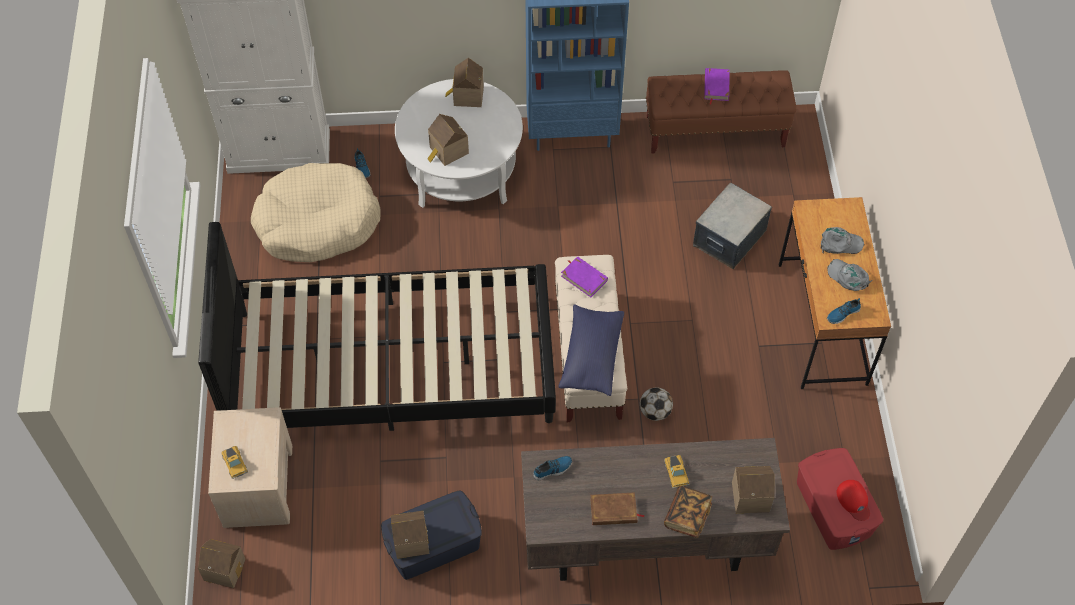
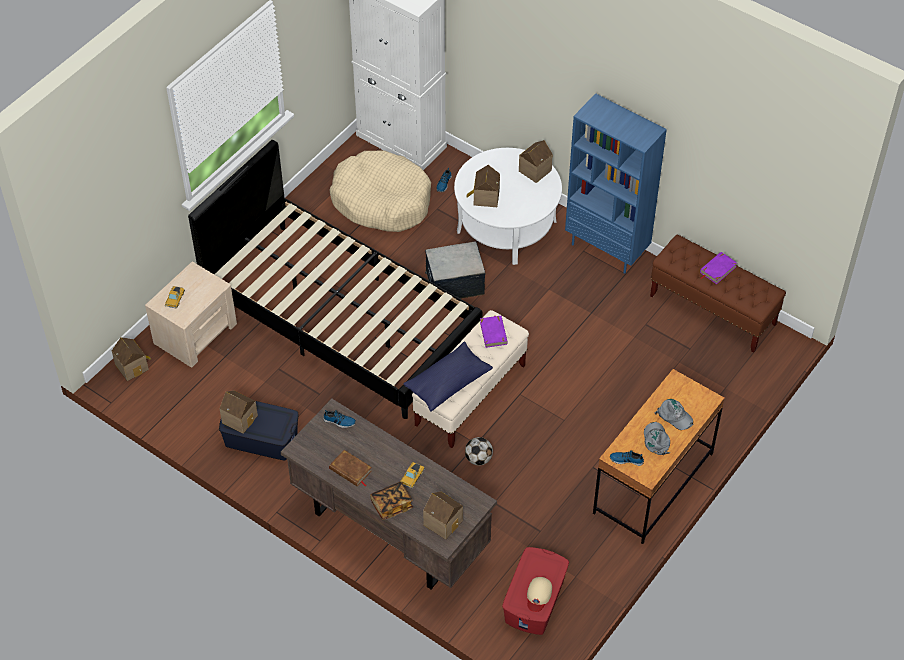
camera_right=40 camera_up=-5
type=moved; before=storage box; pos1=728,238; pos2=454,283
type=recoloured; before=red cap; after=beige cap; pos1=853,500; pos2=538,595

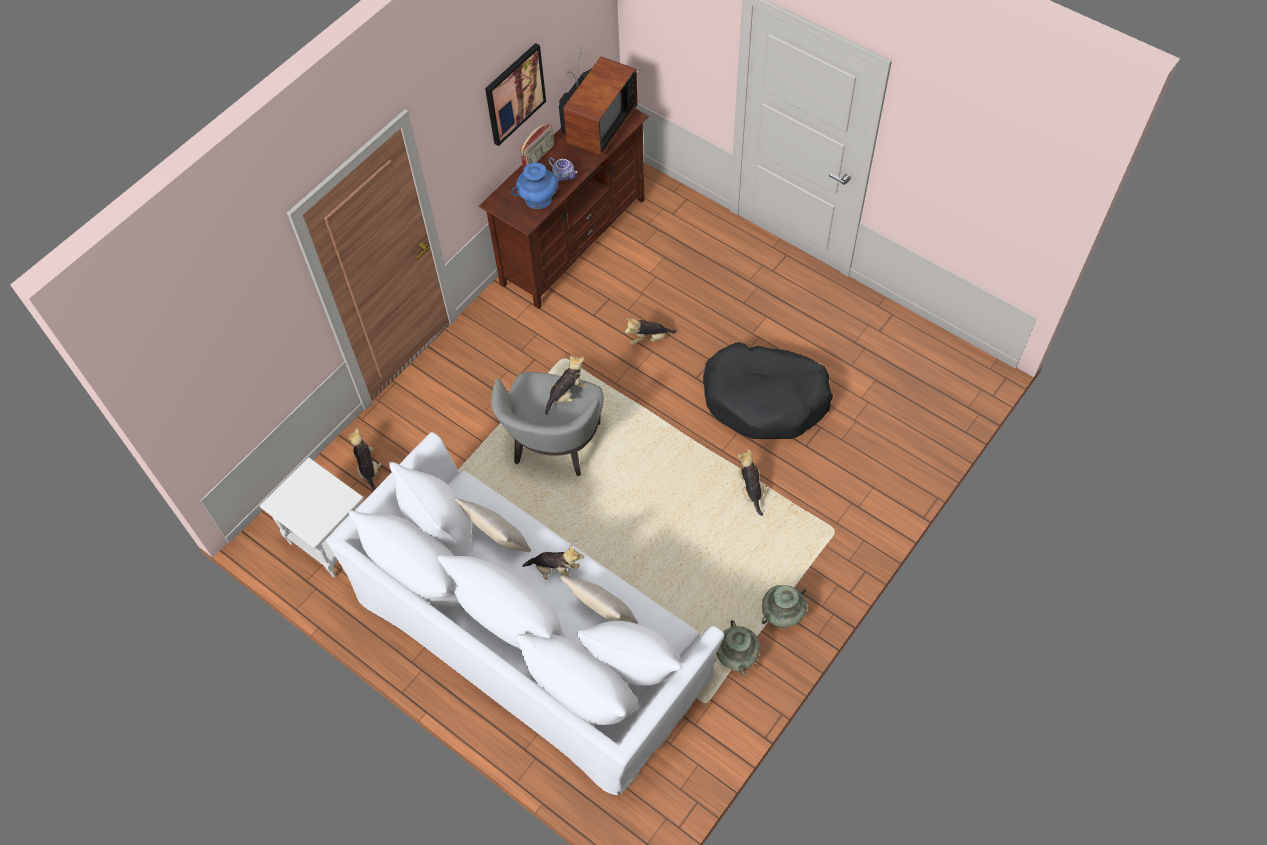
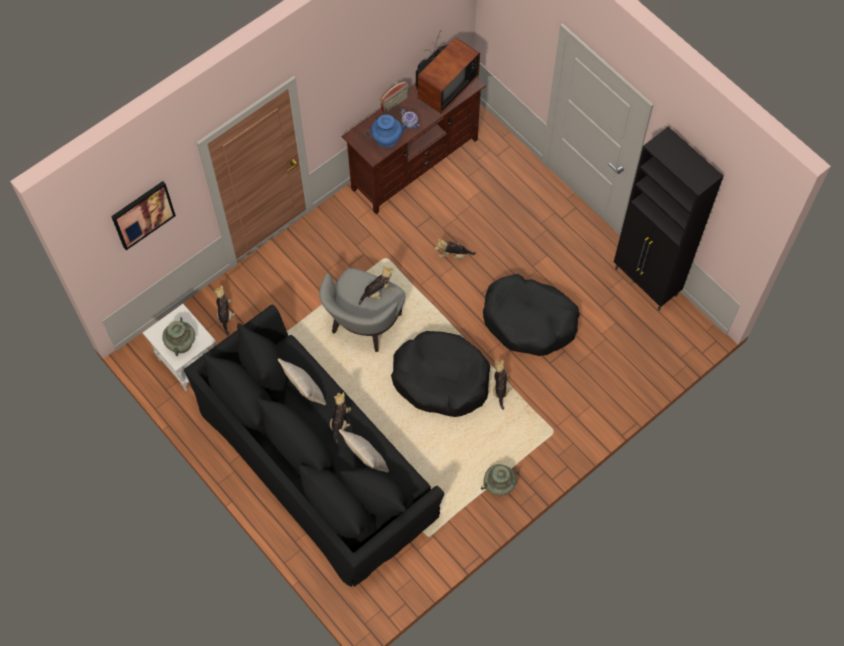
camera_right=10 camera_up=5
type=recoloured; before=white sofa; after=black sofa; pos1=531,631; pos2=317,459
type=moved; before=picture; pos1=514,94; pos2=142,214
type=turned; before=plush toy; pos1=555,570; pos2=340,422; turn=-105
type=moved; before=turquoise vase; pos1=736,656; pos2=181,343
type=added; after=black dog bed; pos2=441,379
type=added; after=black cabinet; pos2=646,283

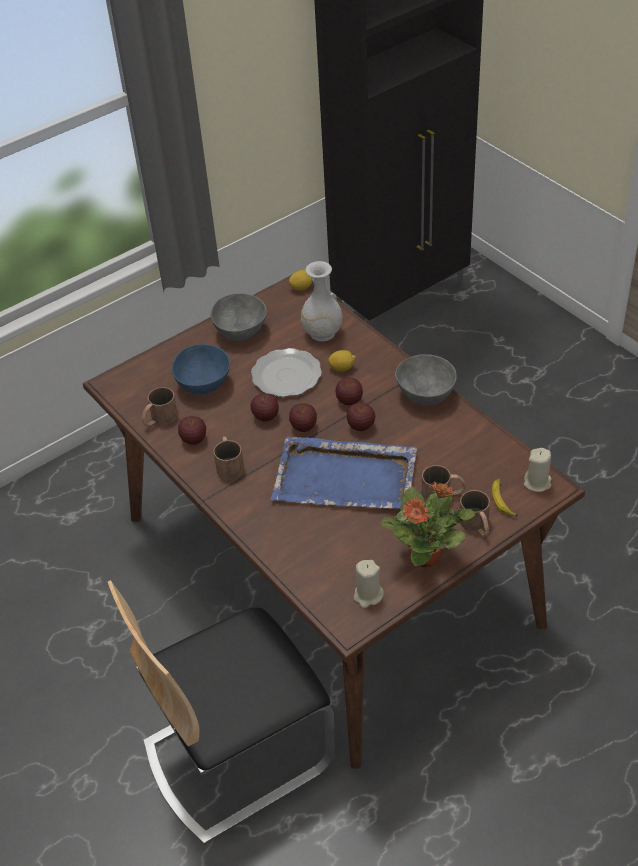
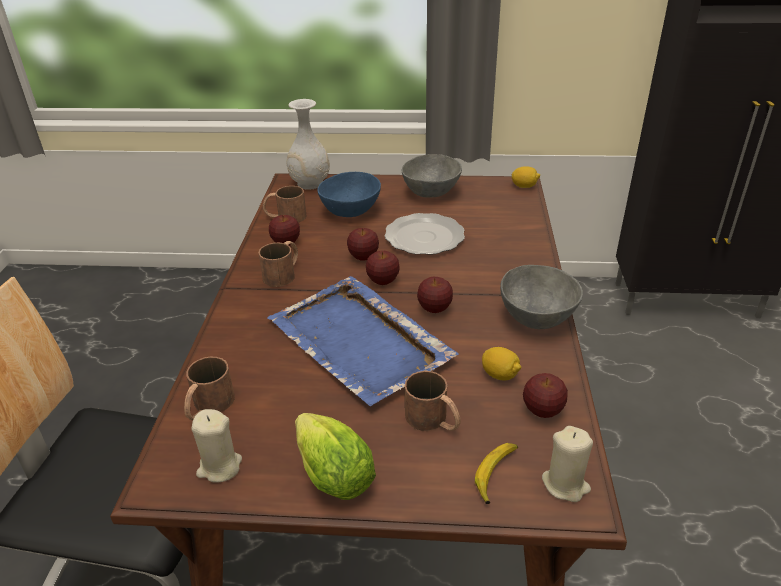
camera_right=40 camera_up=-10
type=moved; before=white vase; pos1=322,333; pos2=310,183
type=moved; before=lemon; pos1=342,368; pos2=500,375
type=moved; before=apple; pos1=349,401; pos2=543,410
type=replaced; before=potted plant; after=lettuce; pos1=426,556; pos2=330,472
type=moved; before=brown mug; pos1=477,525; pos2=208,406

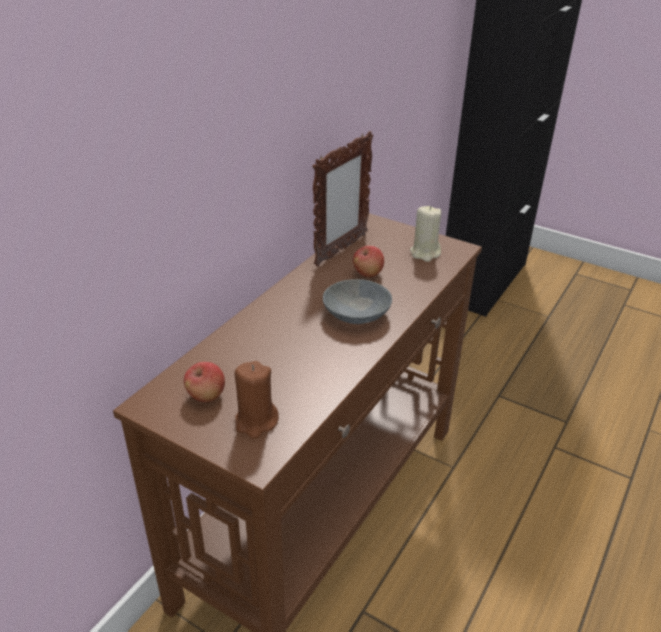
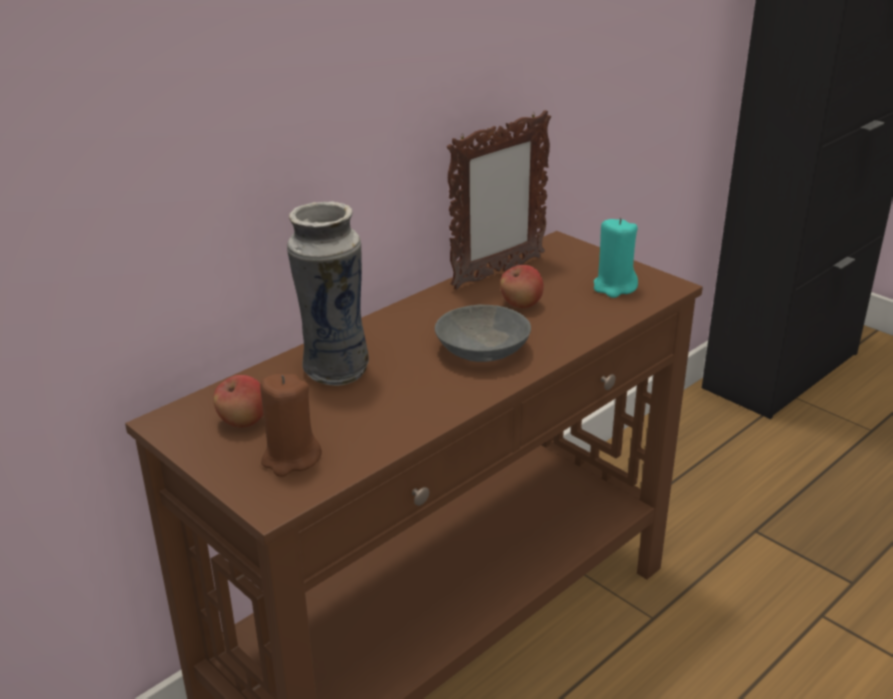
camera_right=15 camera_up=-5
type=recoloured; before=beige candle; after=turquoise candle; pos1=425,253; pos2=614,287
type=added; after=vase; pos2=334,370

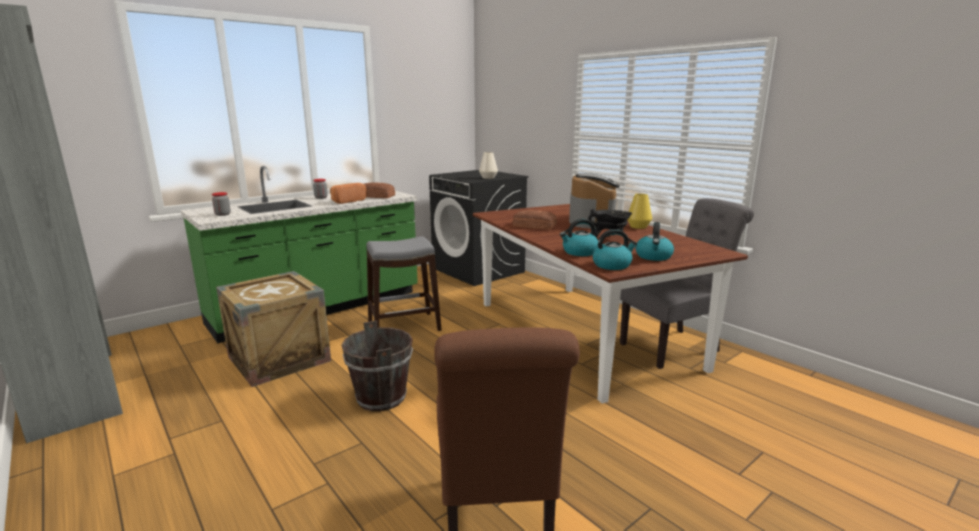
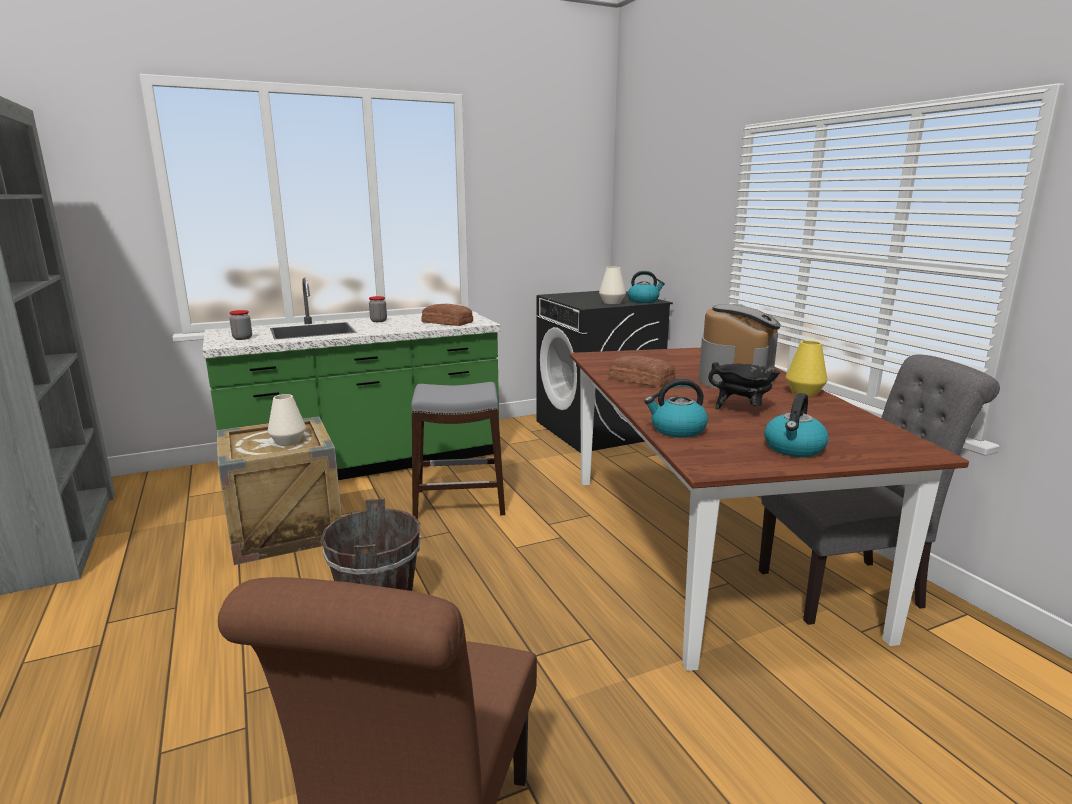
camera_right=15 camera_up=0
type=removed; before=bread; pos1=347,201
type=moved; before=kettle; pos1=612,265; pos2=643,301
type=added; after=white vase; pos2=288,441

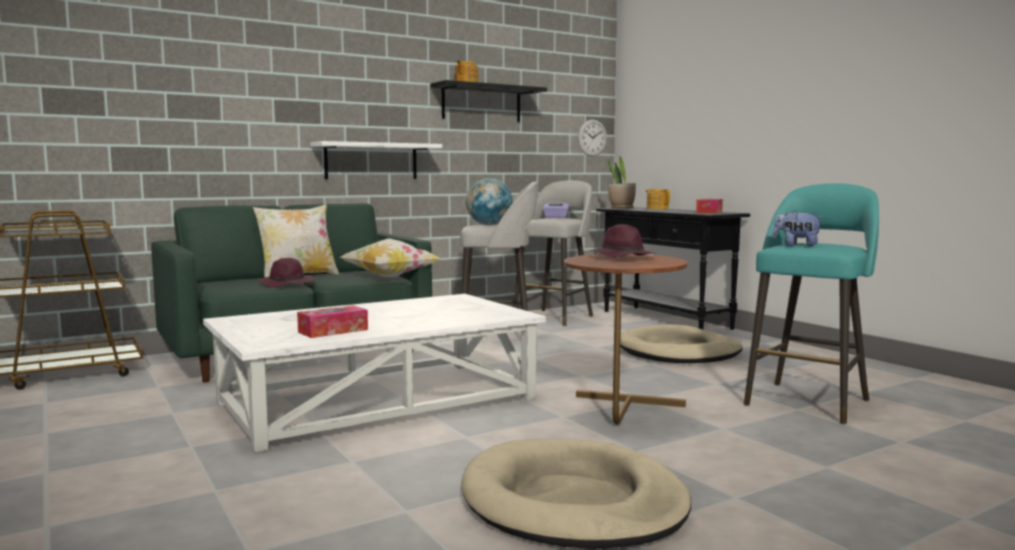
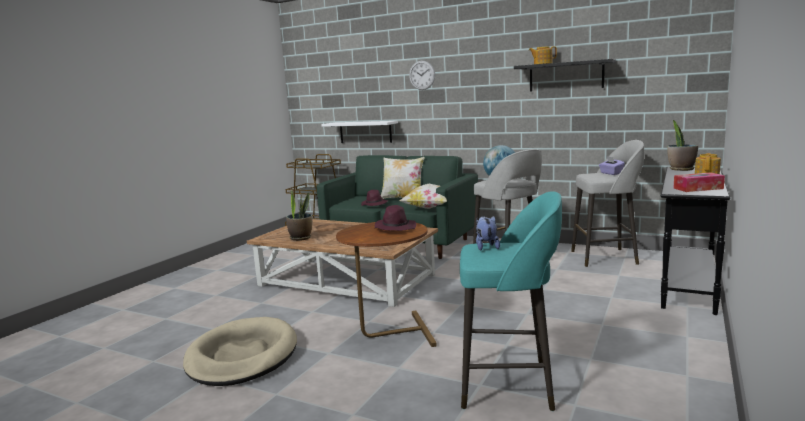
camera_right=60 camera_up=5
type=recoloured; before=white coffee table; after=brown coffee table; pos1=379,400; pos2=348,280
type=replaced; before=tissue box; after=potted plant; pos1=333,331; pos2=301,238
type=moved; before=white shelf; pos1=371,161; pos2=365,132
type=moved; before=wall clock; pos1=592,138; pos2=422,75
type=removed; before=beige dog bed; pos1=678,351

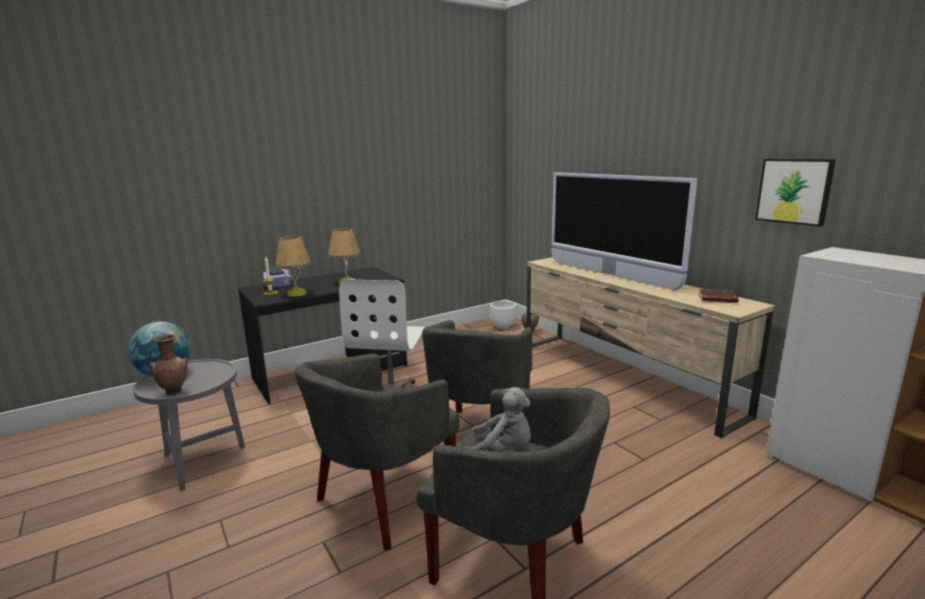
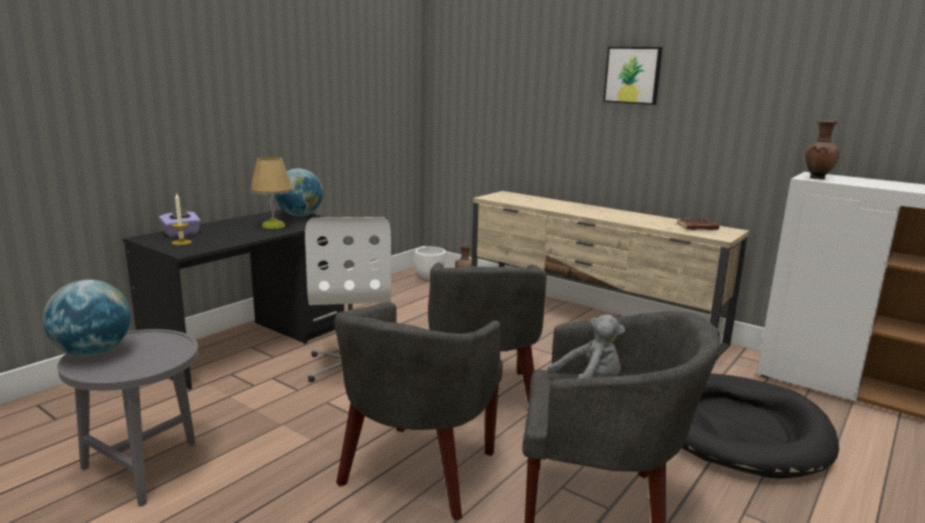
camera_right=-20 camera_up=0
type=moved; before=brown vase; pos1=175,392; pos2=816,178
type=removed; before=table lamp; pos1=297,293
type=removed; before=television; pos1=610,274
type=moved; before=picture; pos1=794,191; pos2=633,75
type=added; after=globe; pos2=300,215
type=added; after=black dog bed; pos2=739,429

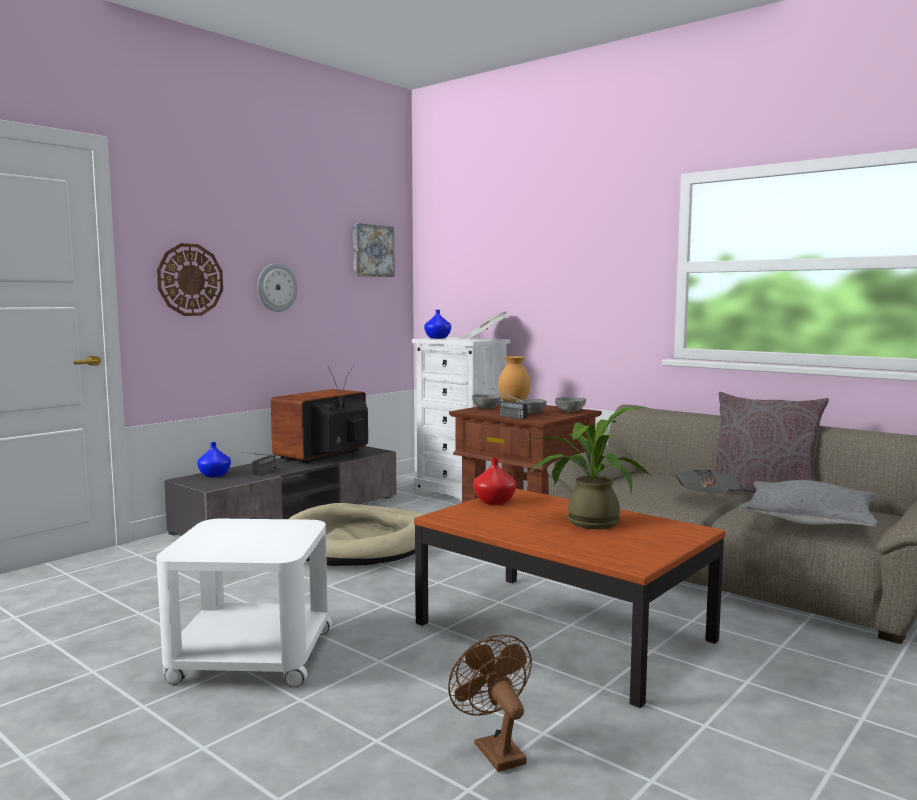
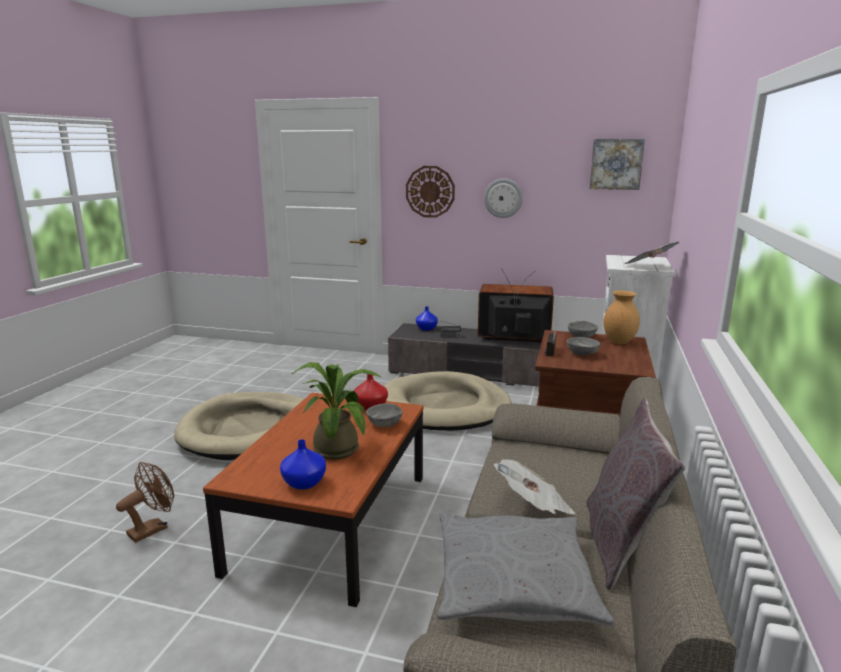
camera_right=65 camera_up=10
type=replaced; before=white side table; after=beige dog bed; pos1=250,655; pos2=248,430
type=moved; before=blue vase; pos1=438,338; pos2=303,483
type=moved; before=grey bowl; pos1=570,411; pos2=384,424

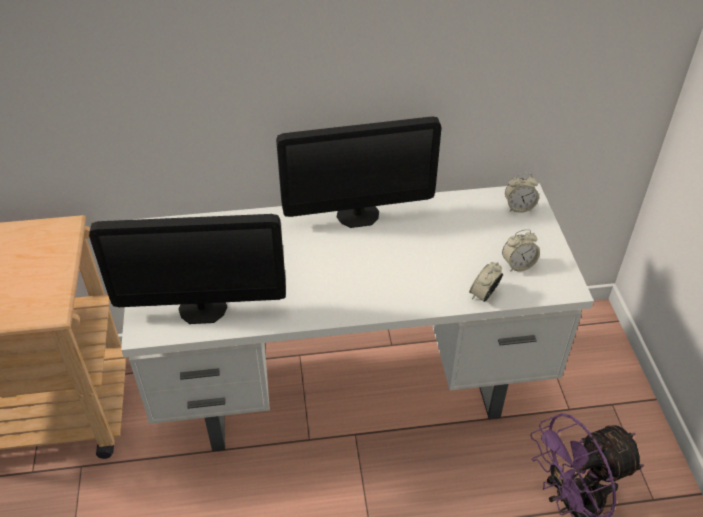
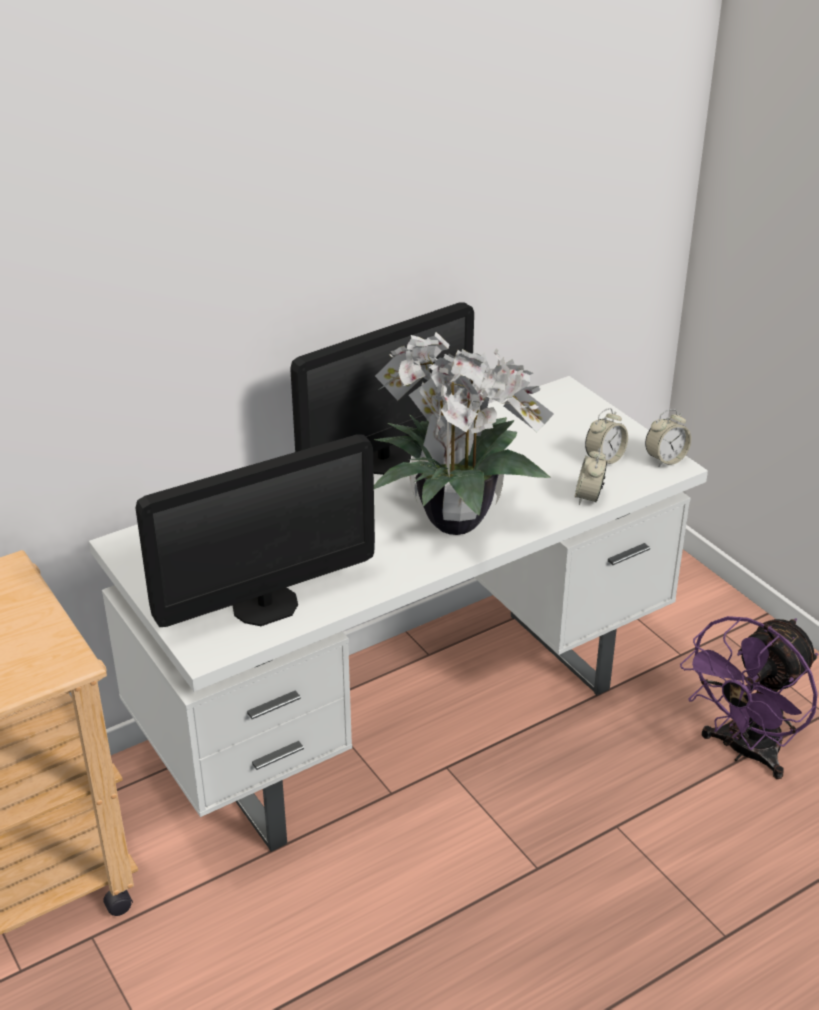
camera_right=-25 camera_up=-10
type=moved; before=alarm clock; pos1=519,207; pos2=665,459
type=added; after=potted plant; pos2=451,519

